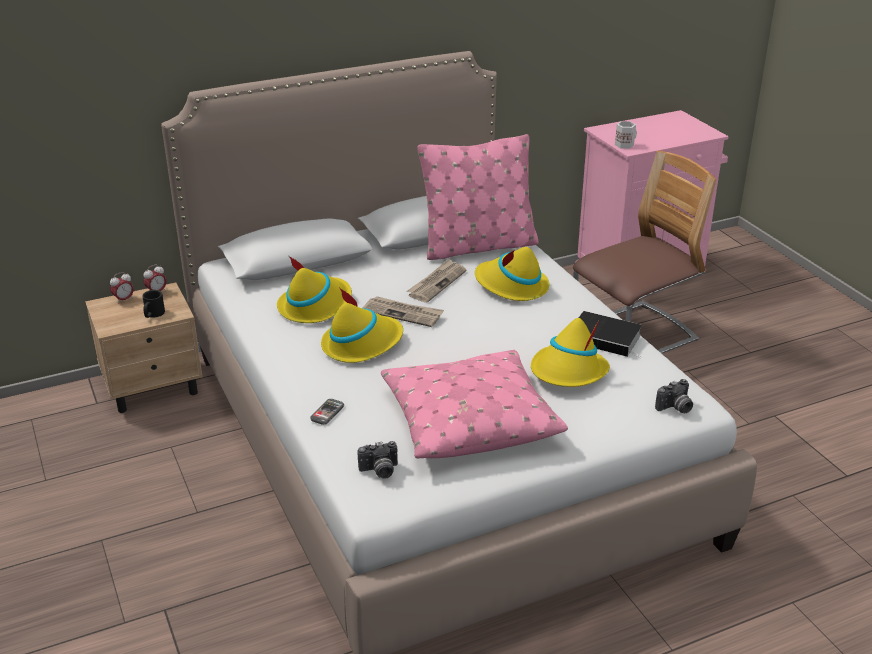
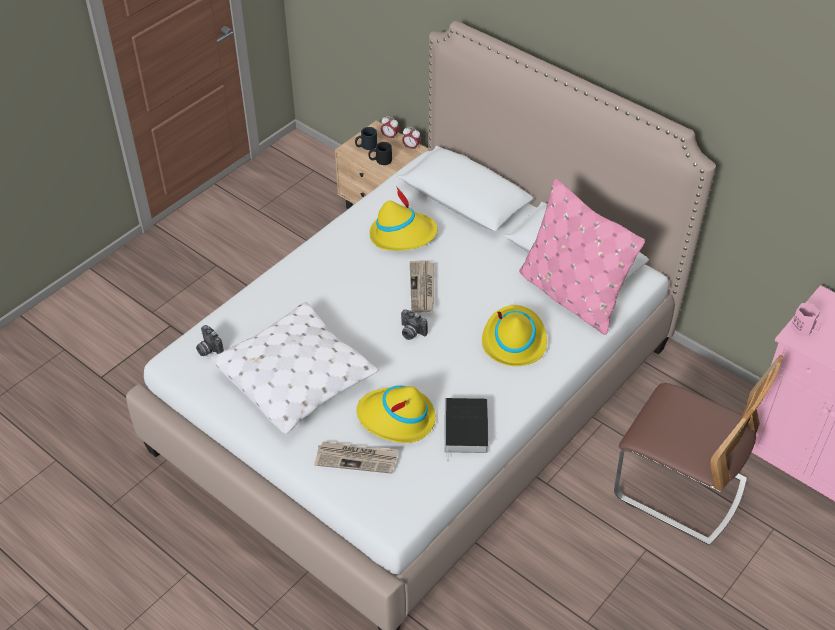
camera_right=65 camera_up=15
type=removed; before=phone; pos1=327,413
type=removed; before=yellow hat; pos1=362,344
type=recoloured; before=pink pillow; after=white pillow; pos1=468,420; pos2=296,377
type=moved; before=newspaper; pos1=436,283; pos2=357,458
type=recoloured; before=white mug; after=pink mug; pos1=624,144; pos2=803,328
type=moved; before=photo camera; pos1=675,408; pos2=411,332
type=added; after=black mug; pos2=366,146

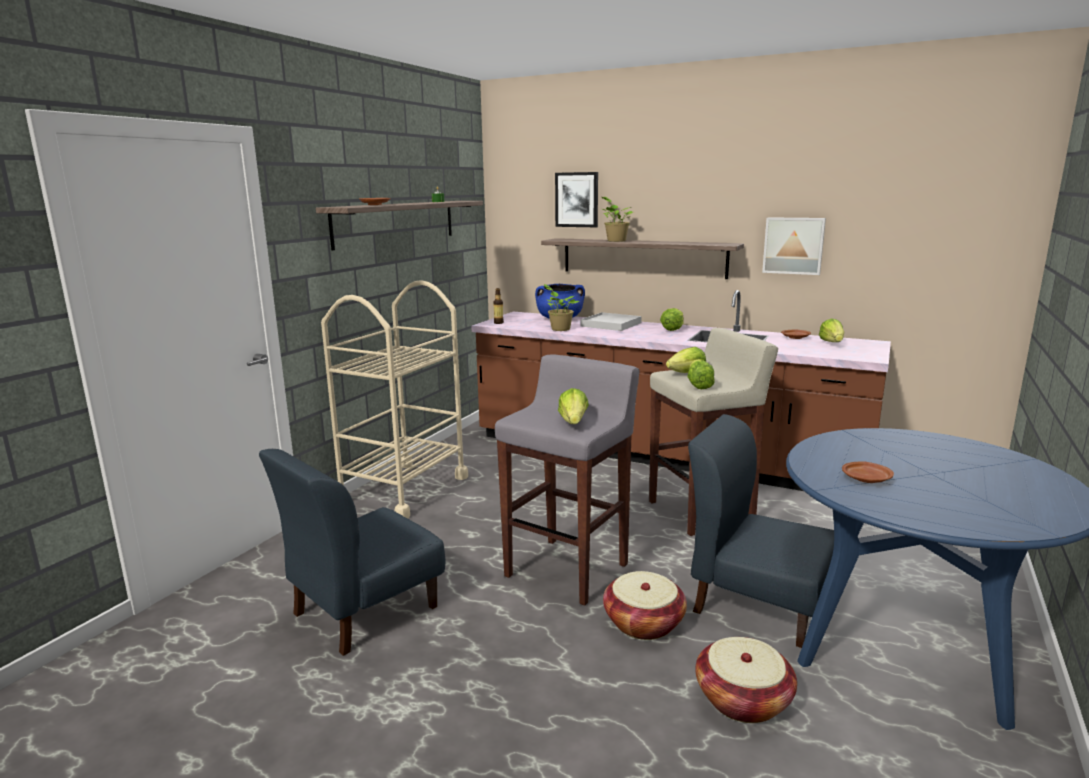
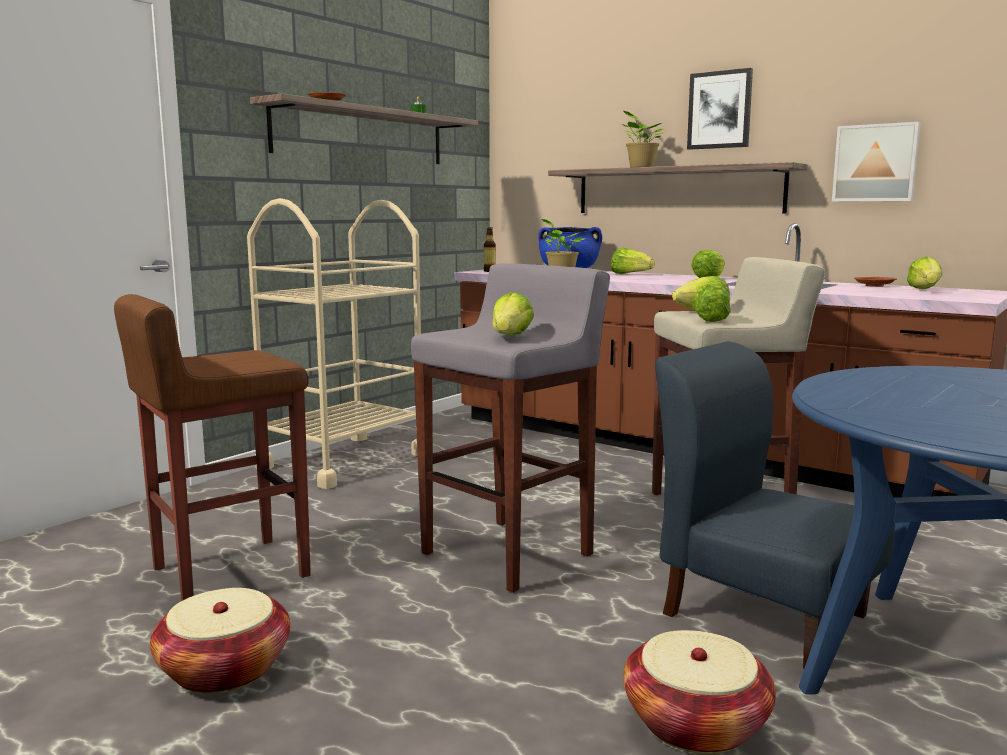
camera_right=10 camera_up=-5
type=replaced; before=blue chair; after=brown stool; pos1=364,610; pos2=227,572
type=moved; before=picture; pos1=577,199; pos2=720,110
type=replaced; before=white tray; after=lettuce; pos1=611,324; pos2=630,274
type=moved; before=basket; pos1=643,623; pos2=224,669
type=removed; before=brown plate; pos1=866,479

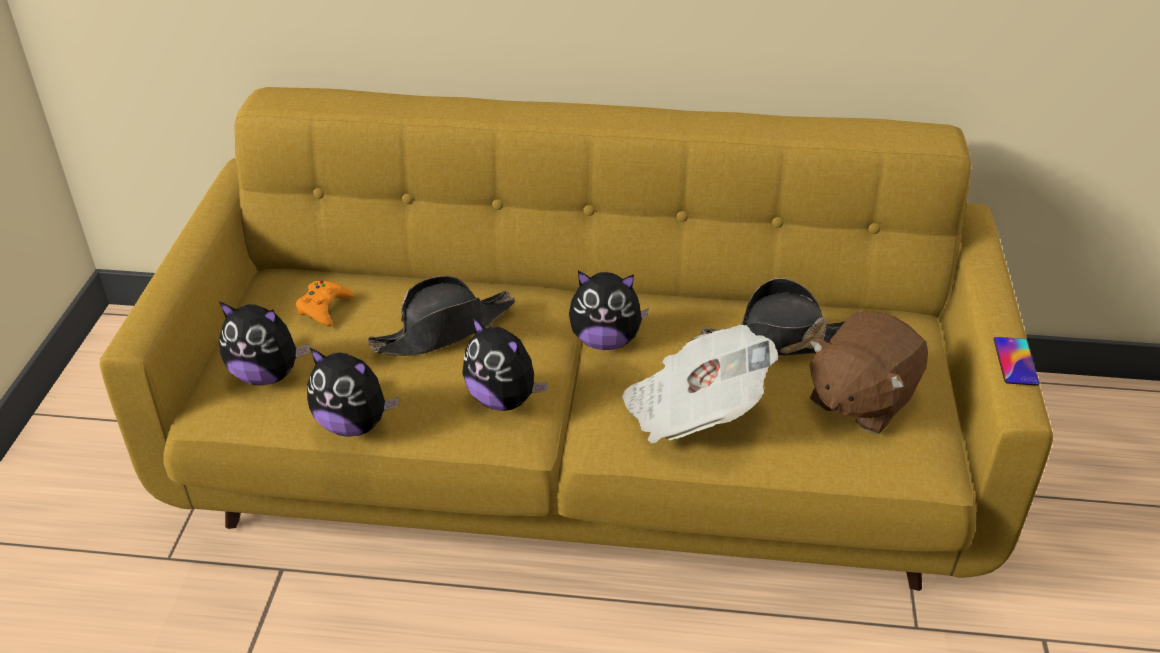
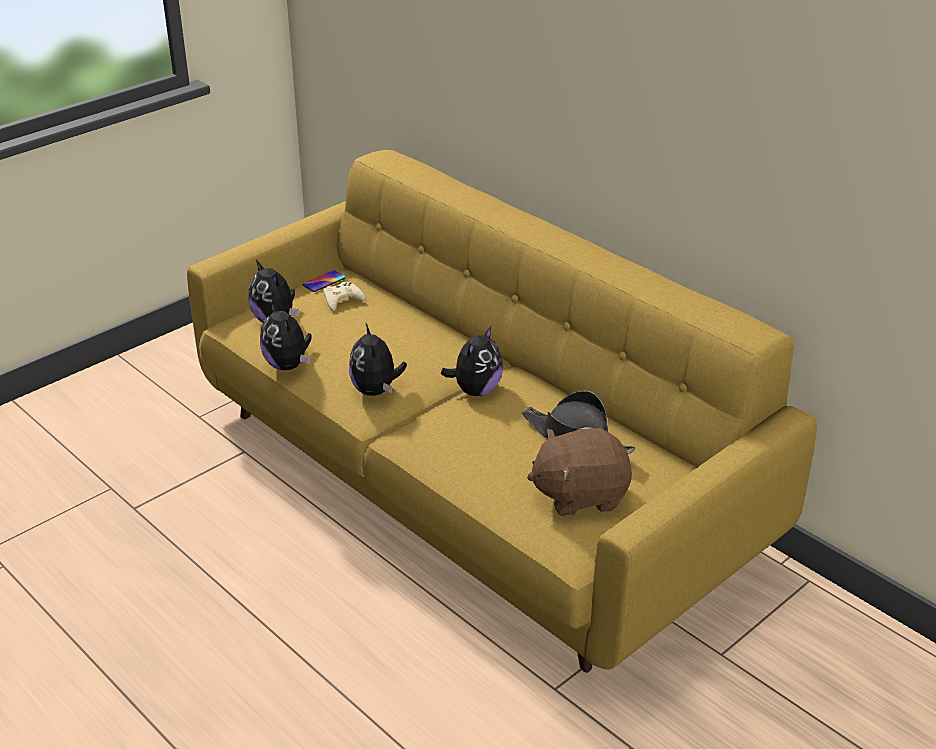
camera_right=40 camera_up=-5
type=recoloured; before=orange game controller; after=beige game controller; pos1=324,308; pos2=342,300
type=removed; before=black hat; pos1=444,330
type=turned; before=plush toy; pos1=605,341; pos2=476,390; turn=-105
type=removed; before=newspaper; pos1=693,411
type=moved; before=phone; pos1=1015,361; pos2=324,281

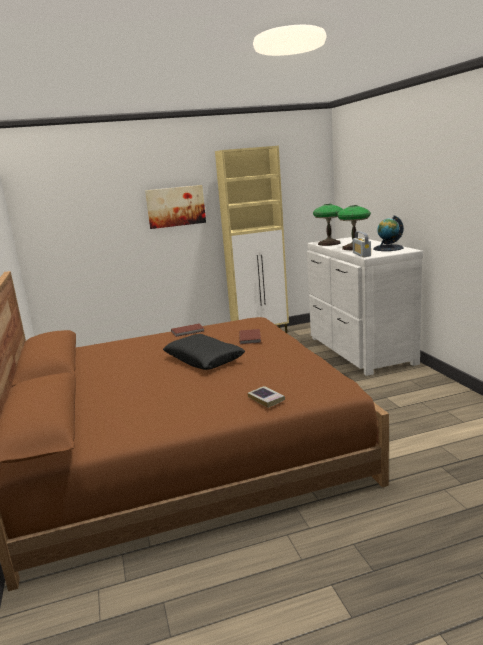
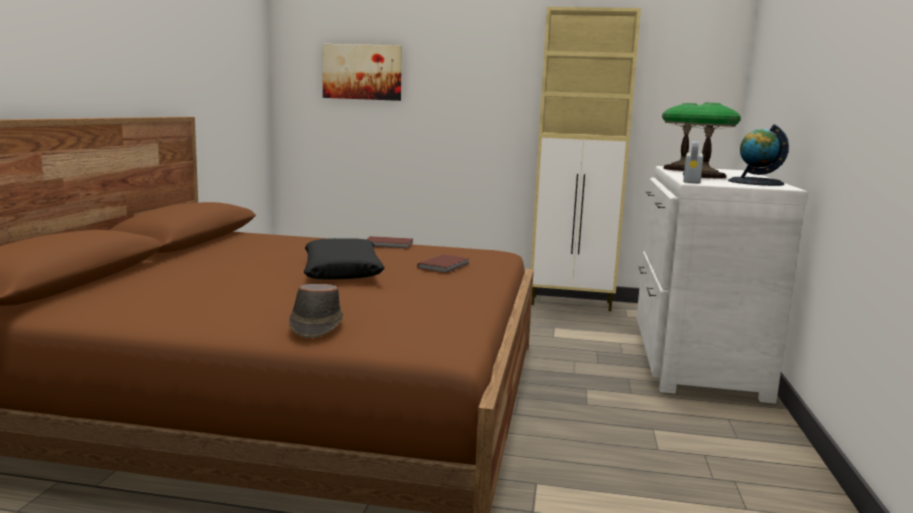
camera_right=25 camera_up=-5
type=moved; before=picture; pos1=175,206; pos2=362,72
type=replaced; before=book; after=brown hat; pos1=266,399; pos2=315,326

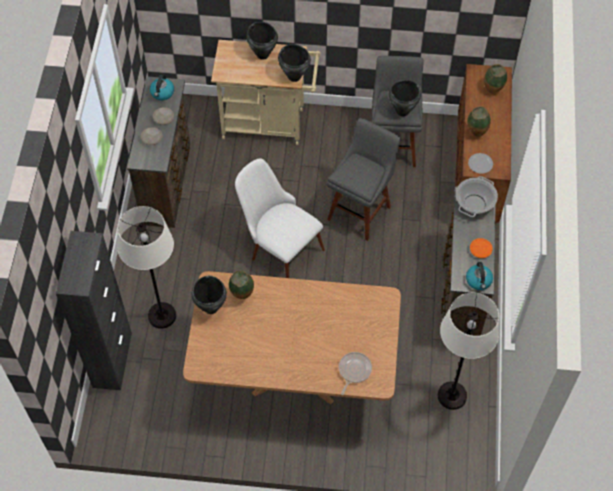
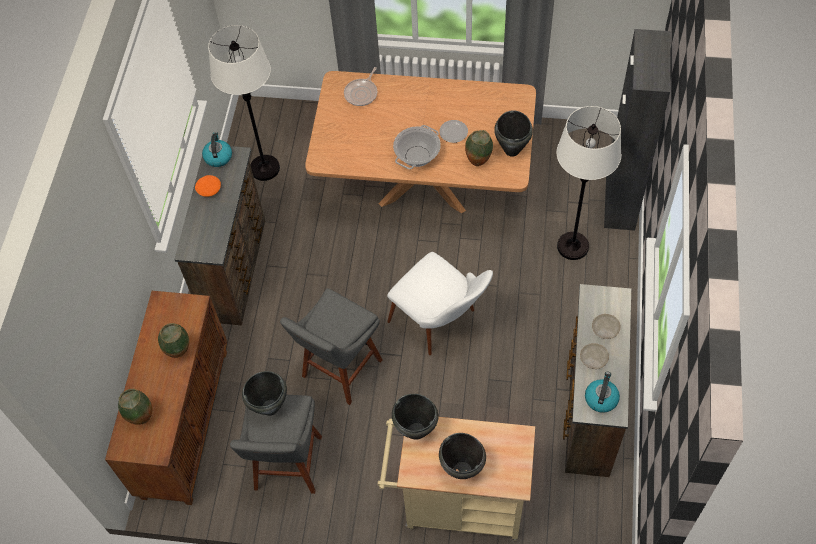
camera_right=-175 camera_up=0
type=moved; before=cooking pot; pos1=474,203; pos2=417,156
type=moved; before=plate; pos1=480,163; pos2=453,132

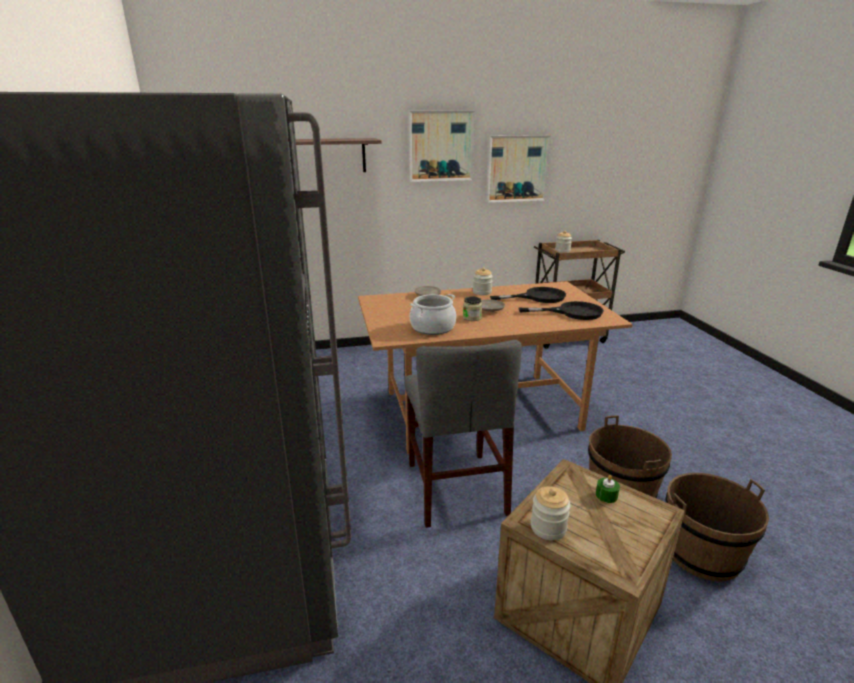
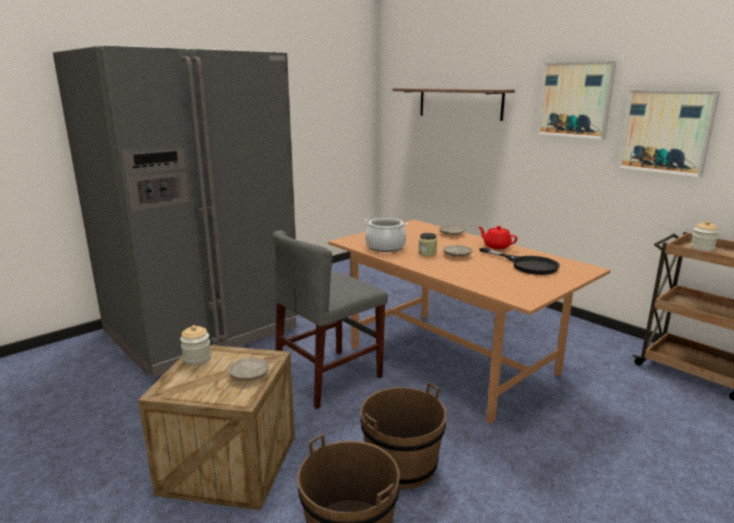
camera_right=60 camera_up=-5
type=replaced; before=jar; after=red teapot; pos1=482,292; pos2=496,246
type=removed; before=black frying pan; pos1=572,312
type=replaced; before=green candle; after=beige plate; pos1=606,495; pos2=250,375

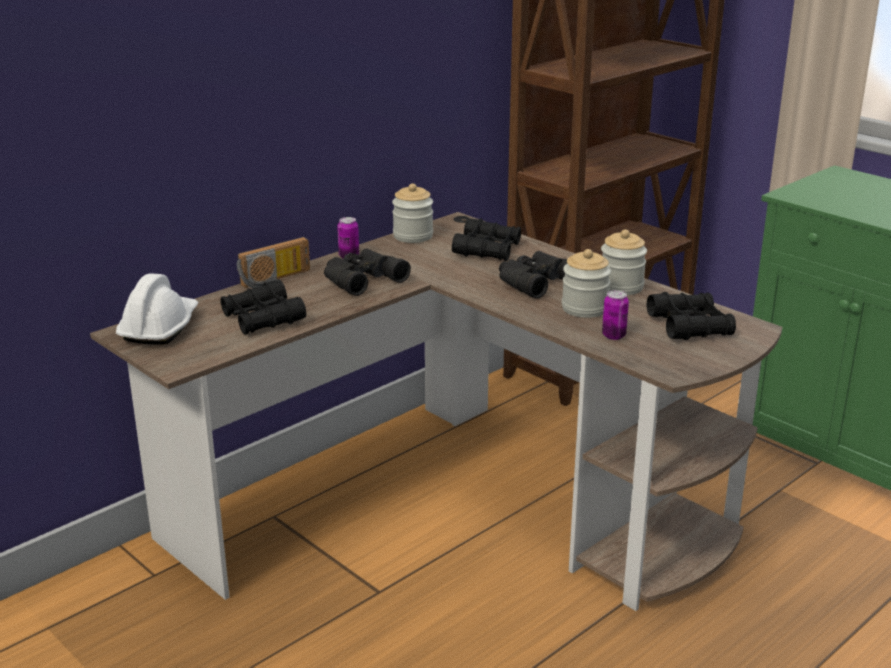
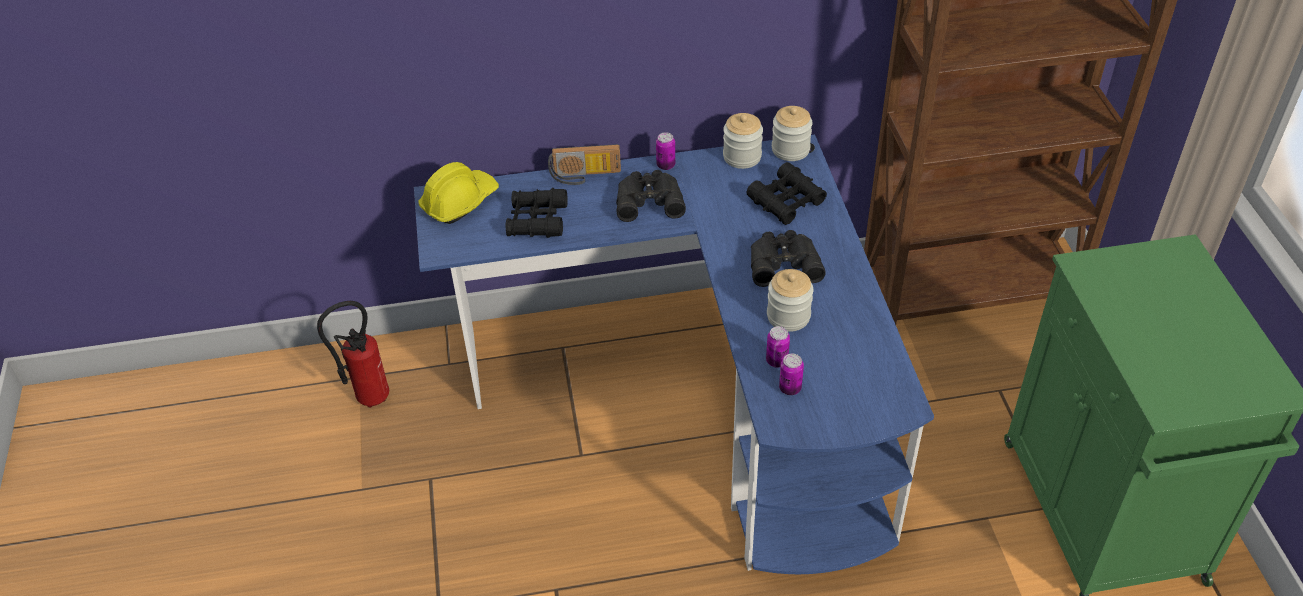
camera_right=35 camera_up=20
type=recoloured; before=brown desk; after=blue desk; pos1=454,501; pos2=703,396
type=recoloured; before=white hard hat; after=yellow hard hat; pos1=159,327; pos2=459,202
type=moved; before=jar; pos1=621,287; pos2=790,149
type=removed; before=black binoculars; pos1=689,326
type=added; after=fire extinguisher; pos2=367,399
type=added; after=can; pos2=790,388

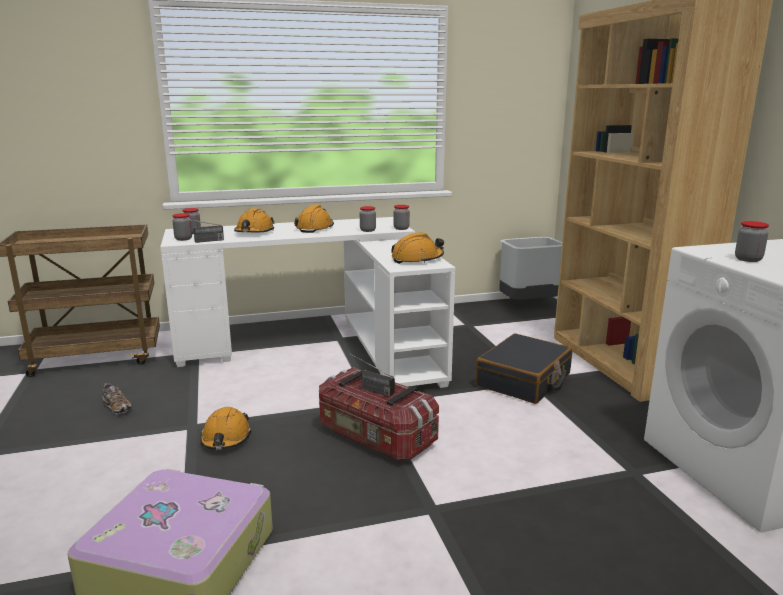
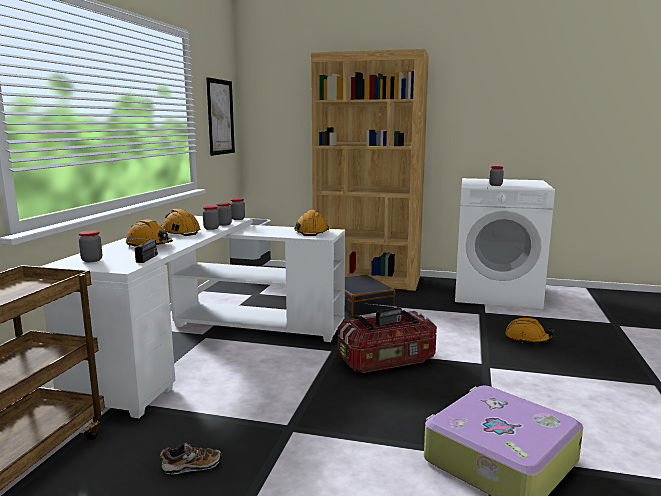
camera_right=-60 camera_up=-5
type=moved; before=jar; pos1=183,239; pos2=211,228
type=moved; before=orange hard hat; pos1=226,438; pos2=527,339
type=added; after=picture; pos2=220,117

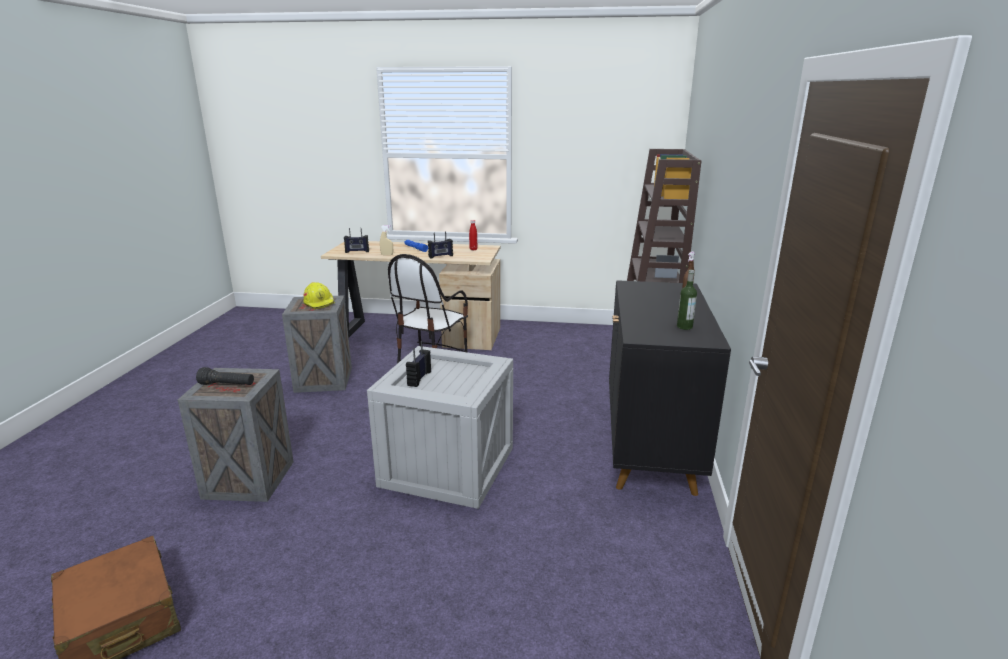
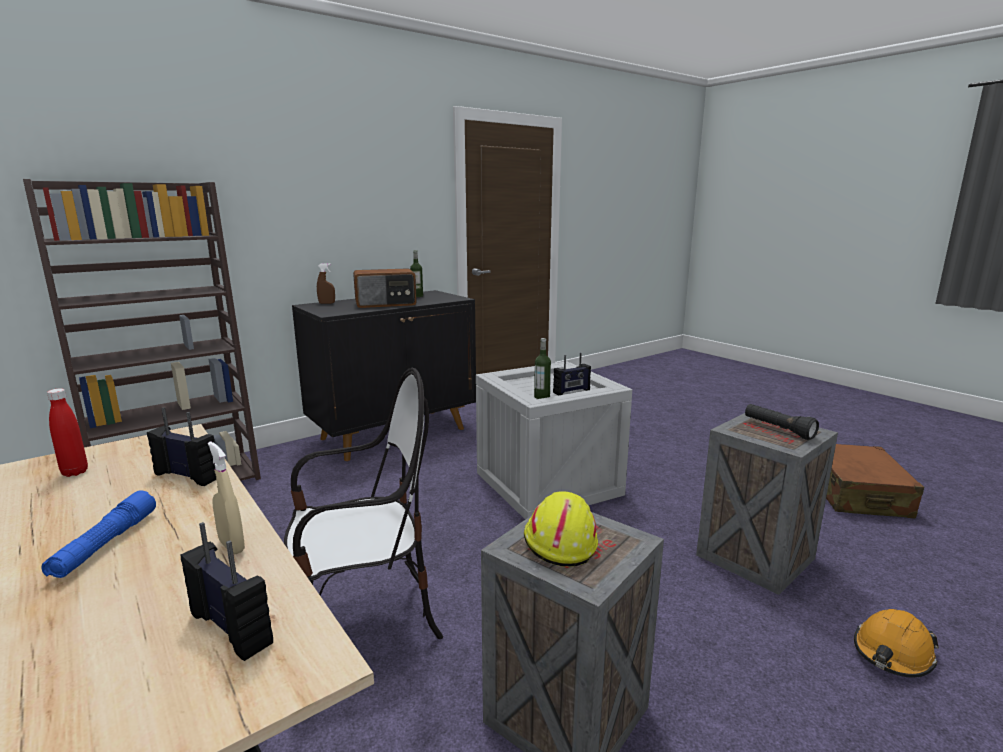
camera_right=-135 camera_up=-5
type=added; after=radio; pos2=386,303
type=added; after=bottle; pos2=542,397
type=added; after=orange hard hat; pos2=892,654

